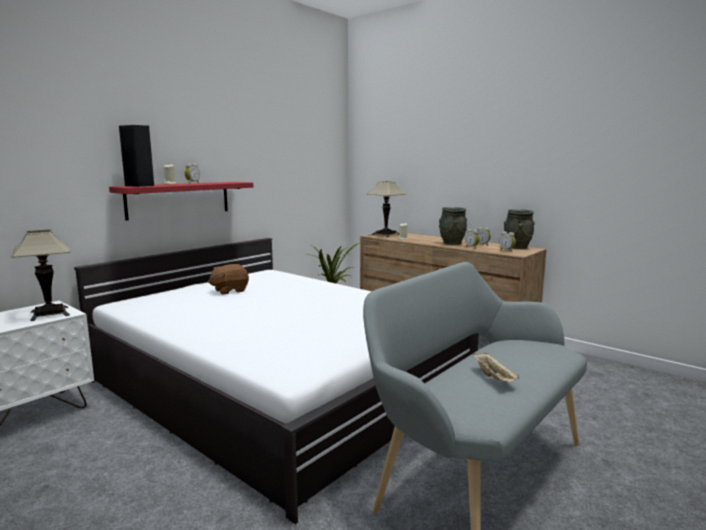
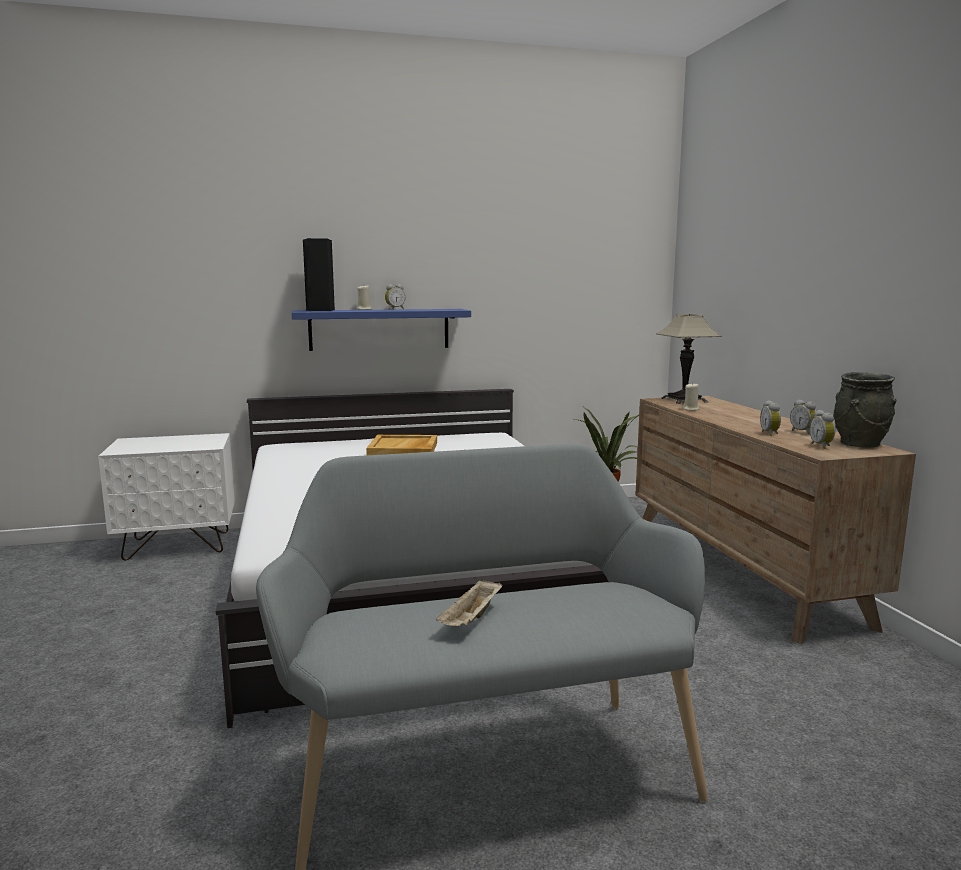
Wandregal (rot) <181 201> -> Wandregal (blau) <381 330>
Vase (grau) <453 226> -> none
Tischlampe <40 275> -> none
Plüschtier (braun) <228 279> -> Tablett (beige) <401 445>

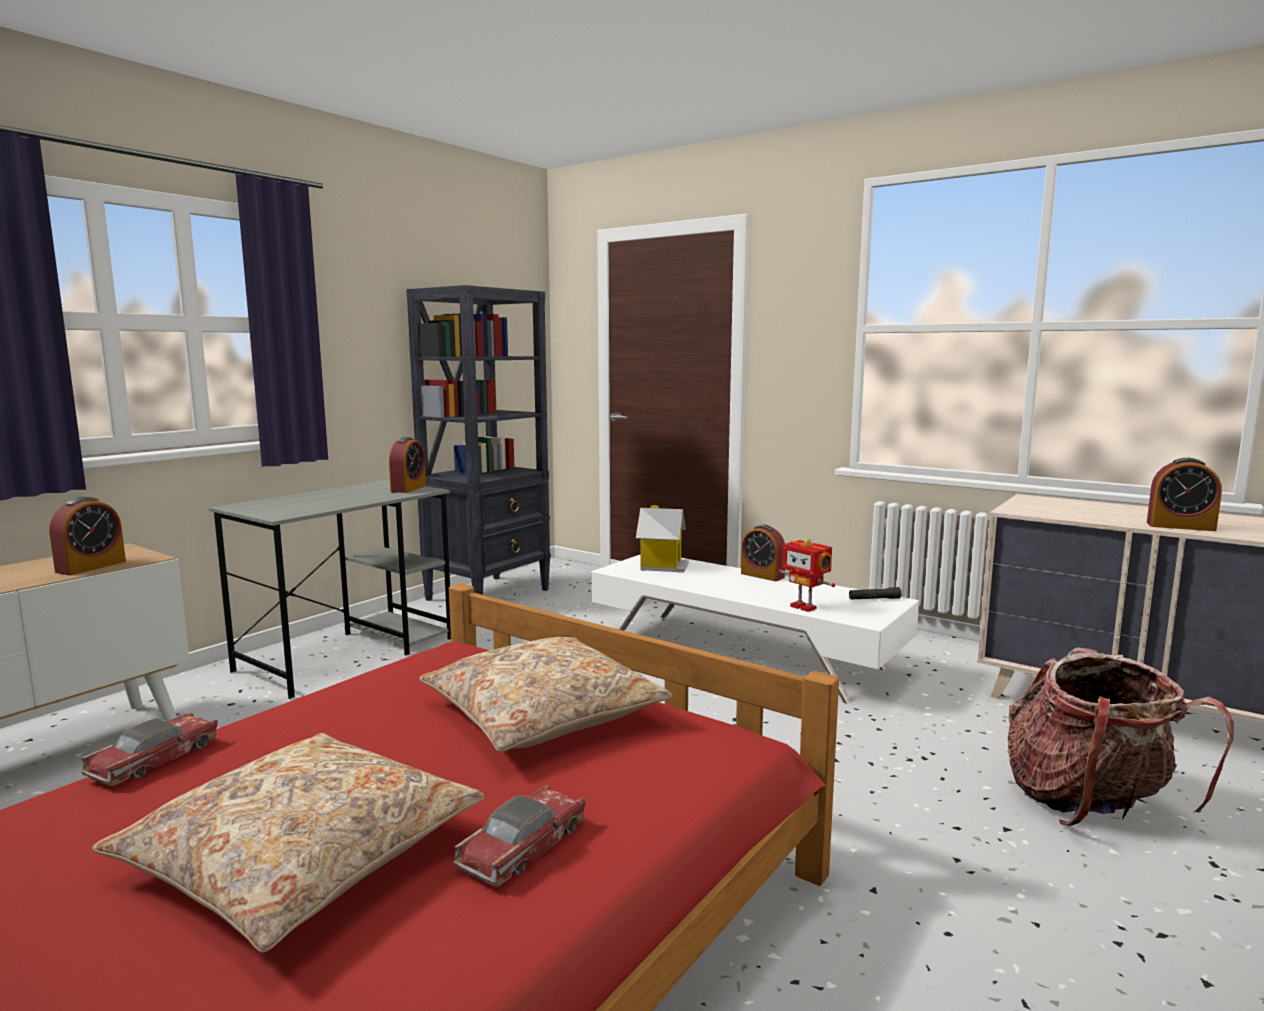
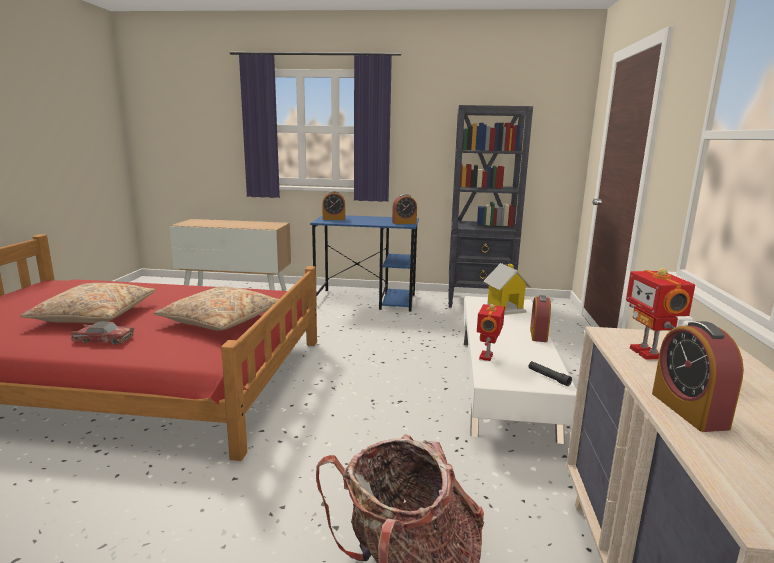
Schreibtisch (grau) <330 589> -> Schreibtisch (blau) <364 263>
Wecker <87 536> -> Wecker <333 205>, move
Spielzeugauto <149 749> -> none
none -> Spielzeugroboter <660 314>

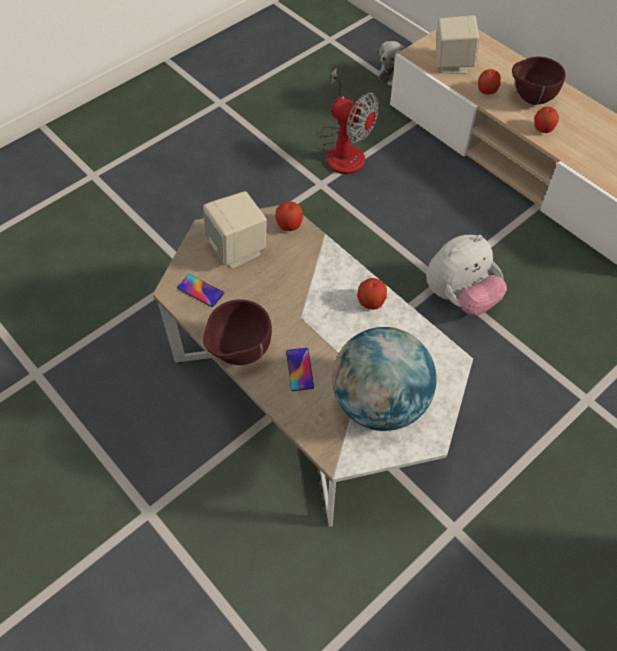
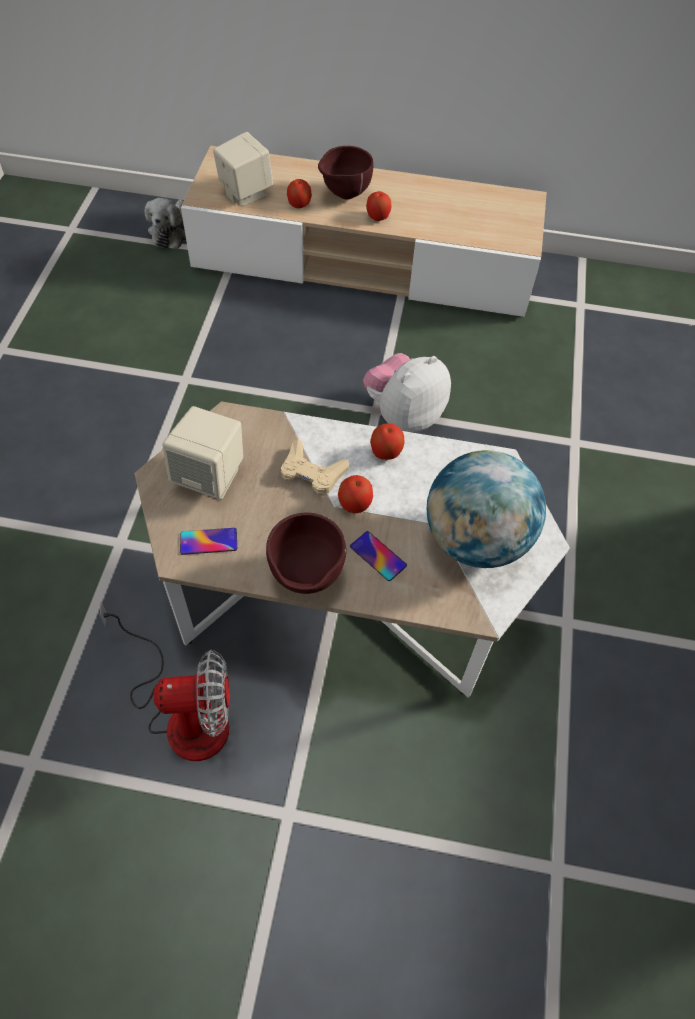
Ventilator <350 121> -> Ventilator <164 681>, move
Apfel <289 216> -> Apfel <355 494>, move
Plüschtier <466 275> -> Plüschtier <407 392>, 150 degrees counterclockwise
none -> Gamepad (beige) <315 467>

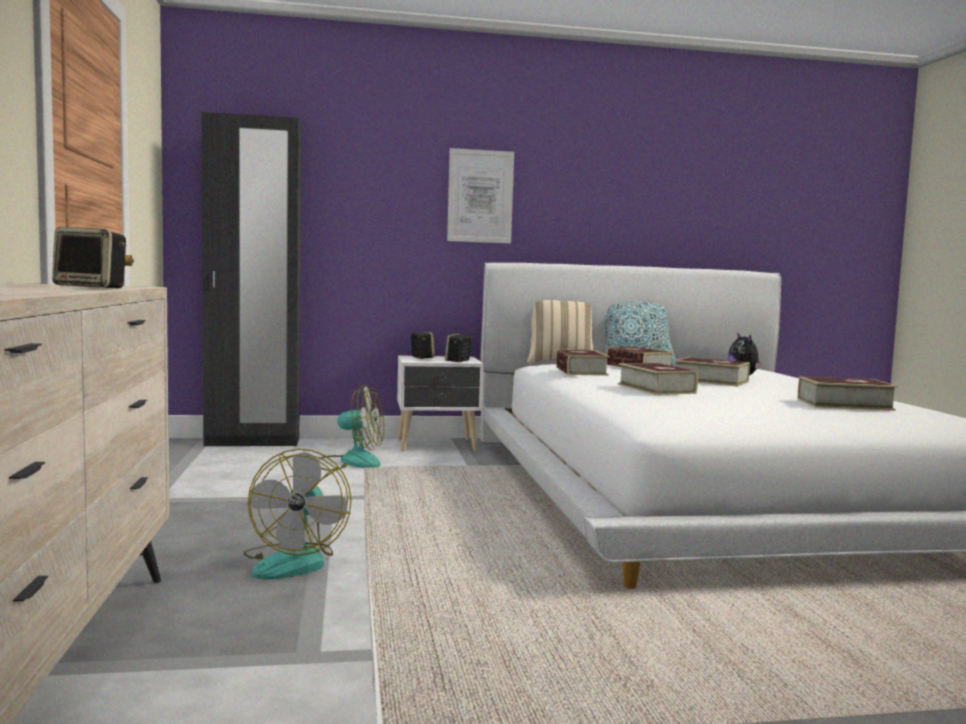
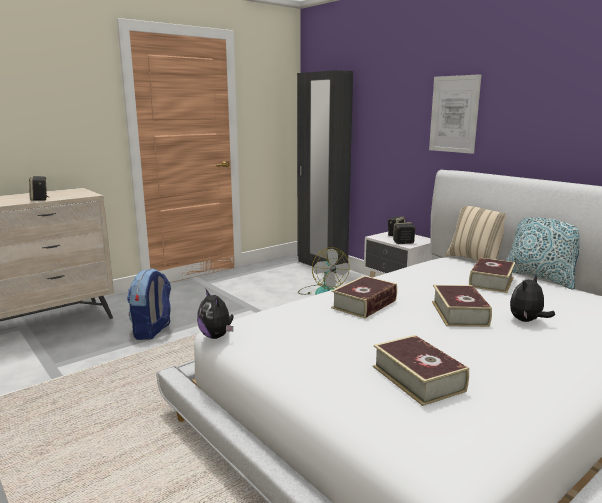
Buch <583 362> -> none
Ventilator <297 514> -> Rucksack <149 304>
none -> Plüschtier <215 313>

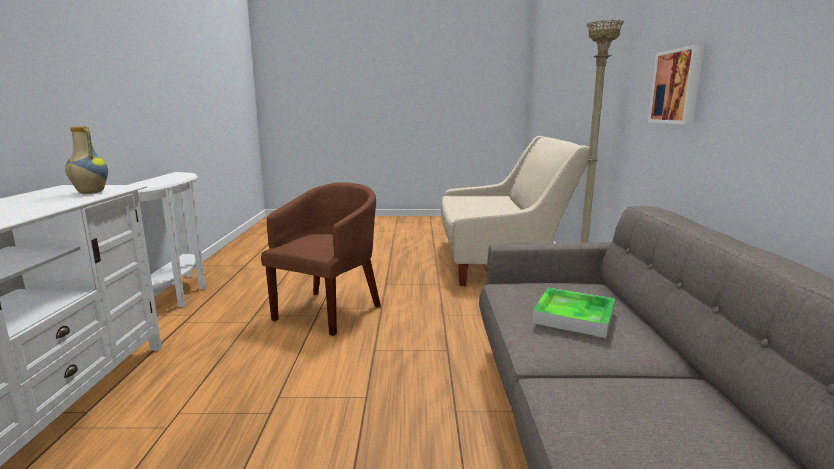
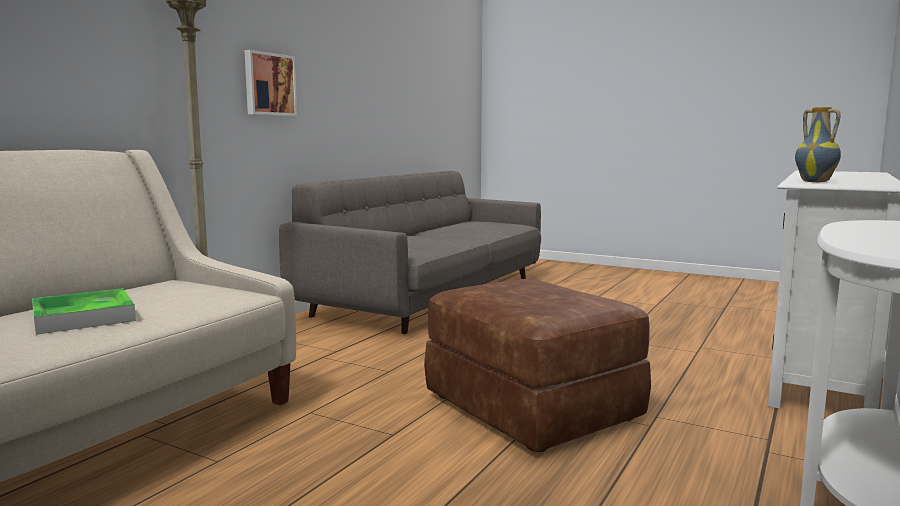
Sessel (braun) <321 259> -> Polsterhocker (braun) <537 365>
Tablett <573 313> -> Tablett <84 311>, move

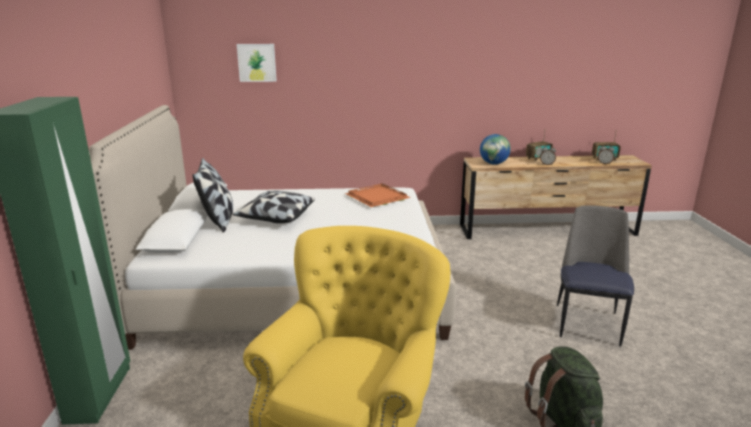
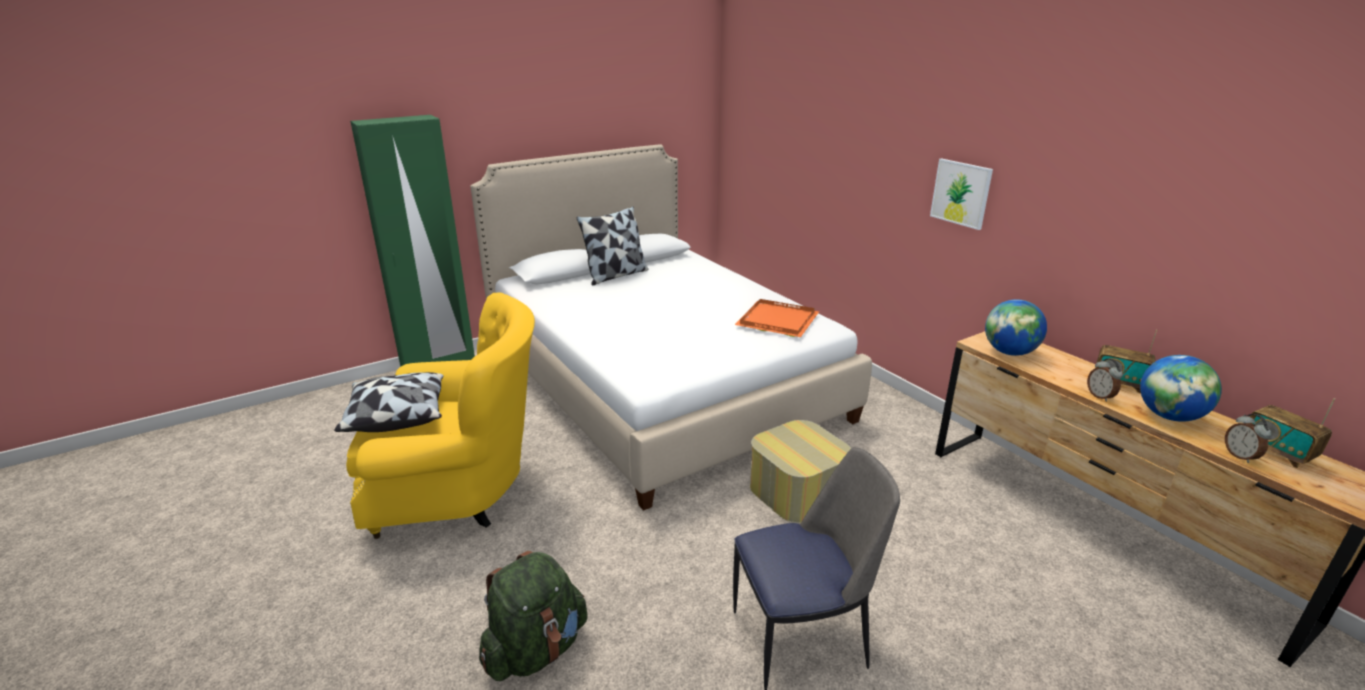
Bild <257 63> -> Bild <961 194>, move
Kissen <274 207> -> Kissen <388 402>, move
none -> Globus <1181 388>
none -> Polsterhocker <800 471>

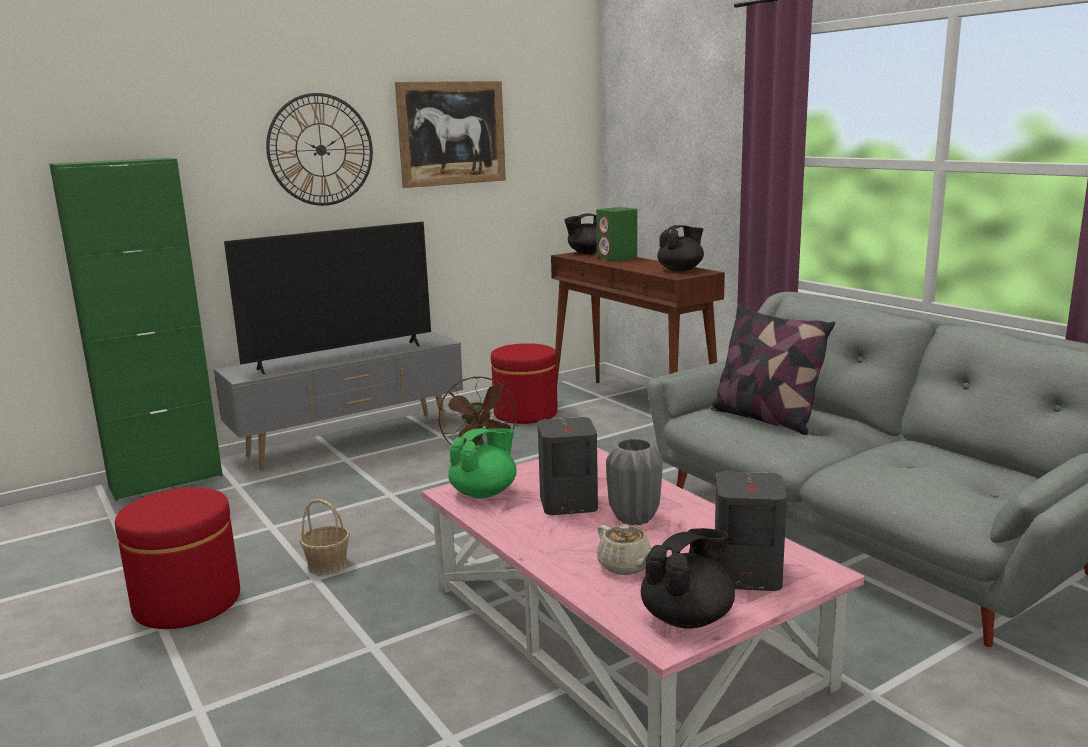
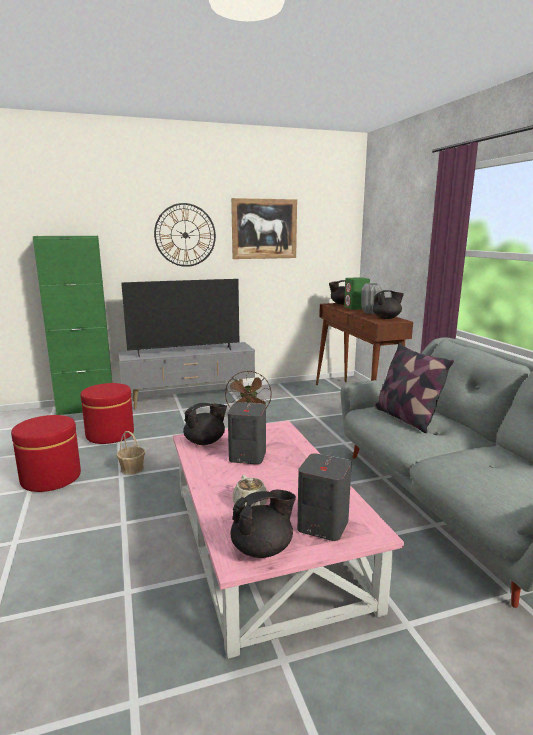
Polsterhocker (rot) <524 383> -> Polsterhocker (rot) <107 413>, move
Teekanne (grün) <482 463> -> Teekanne (schwarz) <205 424>
Vase (grau) <634 481> -> Vase (grau) <372 298>, move

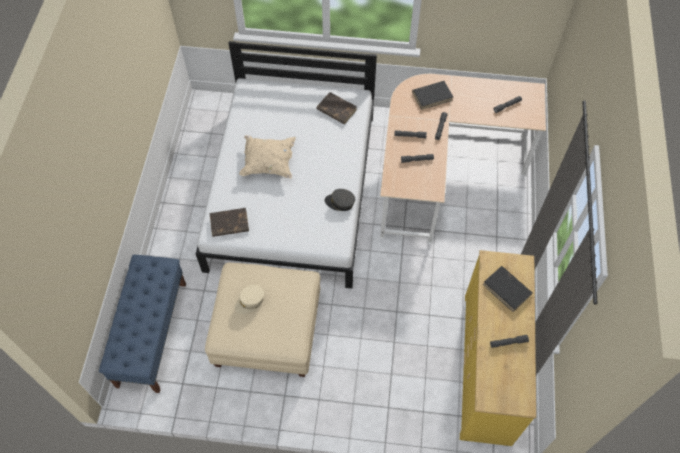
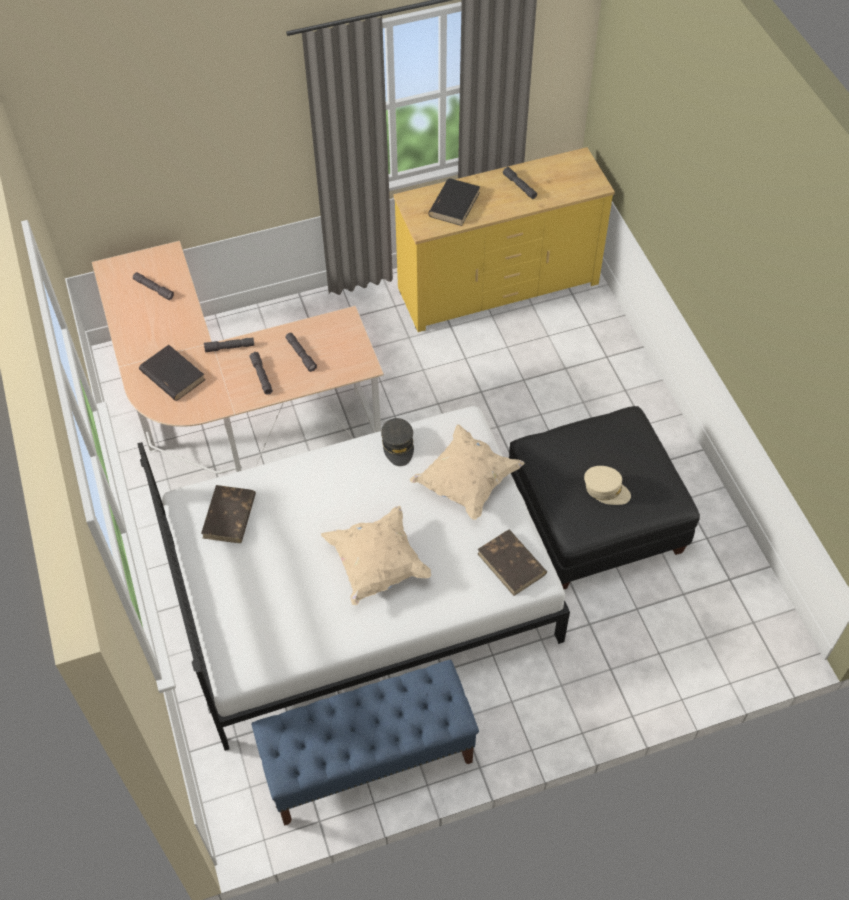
Bank (blau) <142 324> -> Bank (blau) <365 743>, move
Polsterhocker (beige) <262 320> -> Polsterhocker (schwarz) <604 497>
none -> Kissen (beige) <467 472>

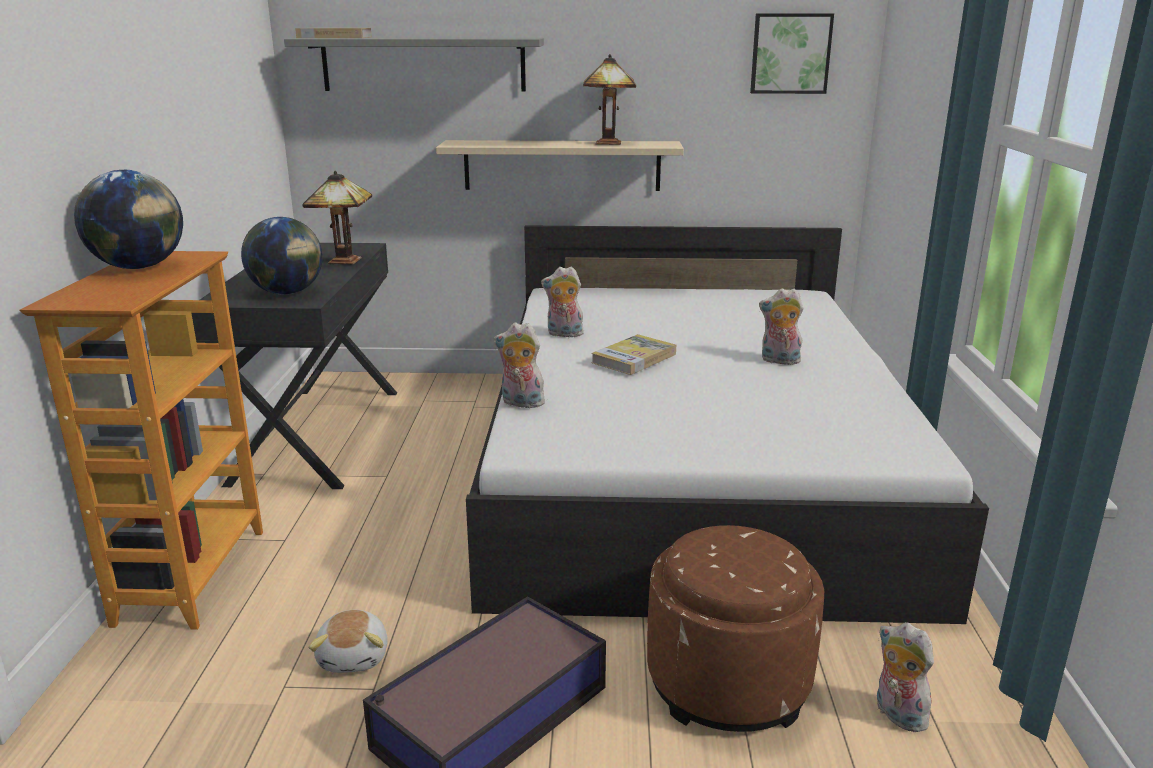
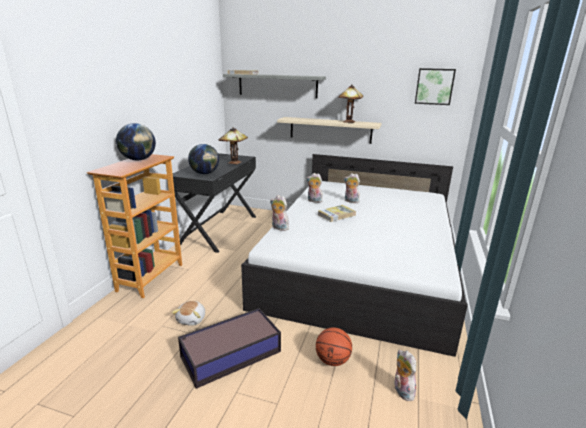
Plüschtier <781 326> -> Plüschtier <352 188>, move
Polsterhocker (braun) <735 628> -> Basketball <334 346>

